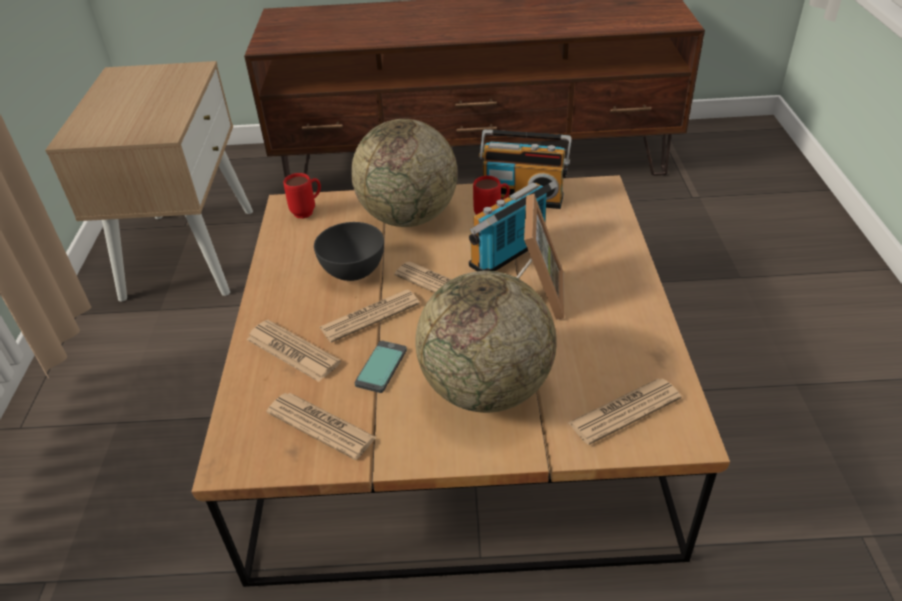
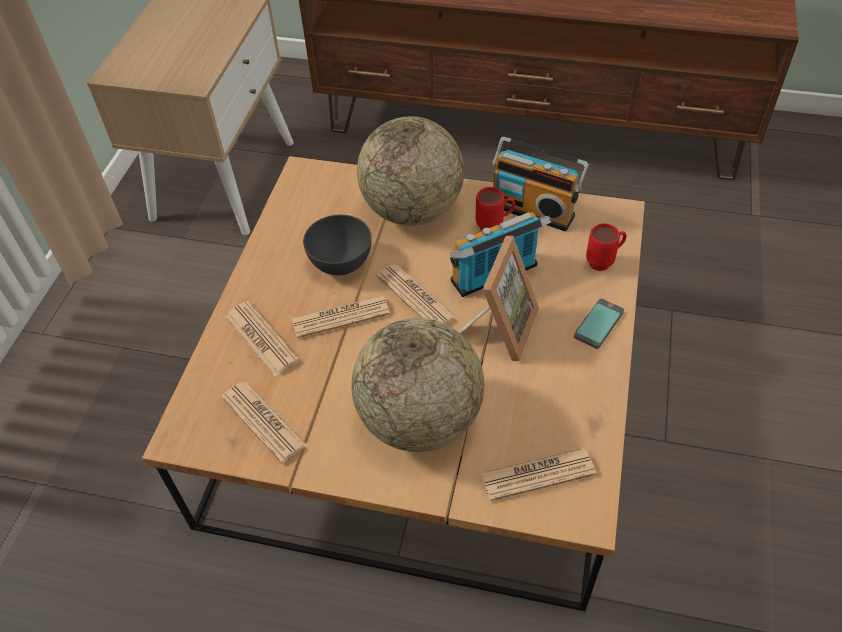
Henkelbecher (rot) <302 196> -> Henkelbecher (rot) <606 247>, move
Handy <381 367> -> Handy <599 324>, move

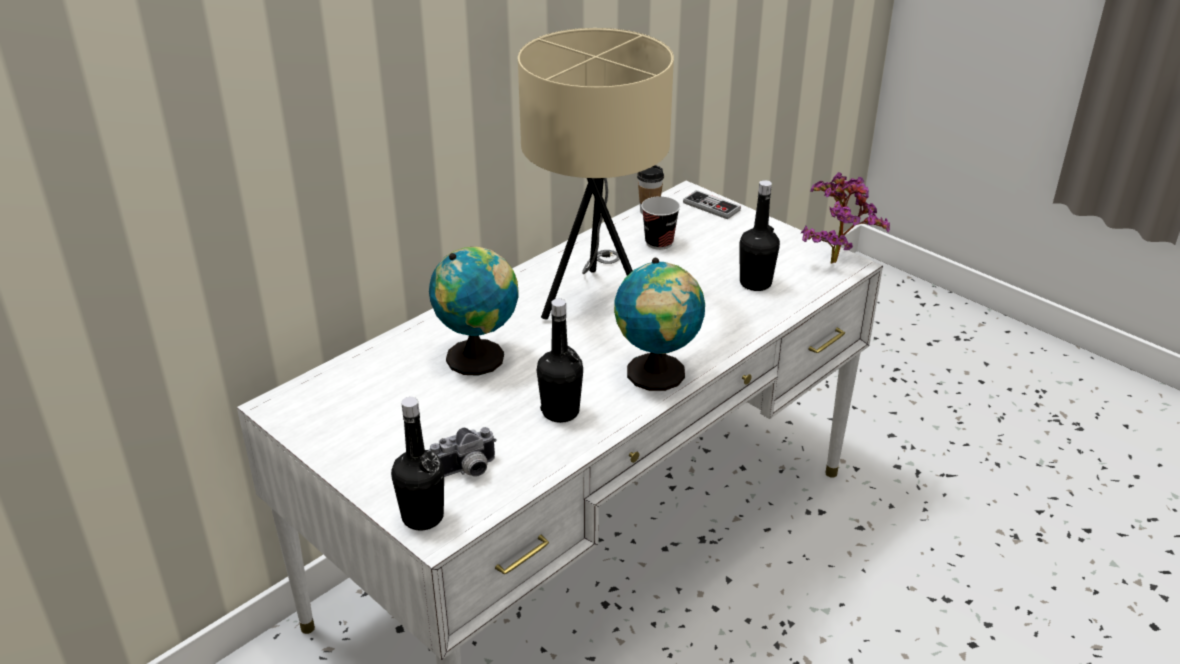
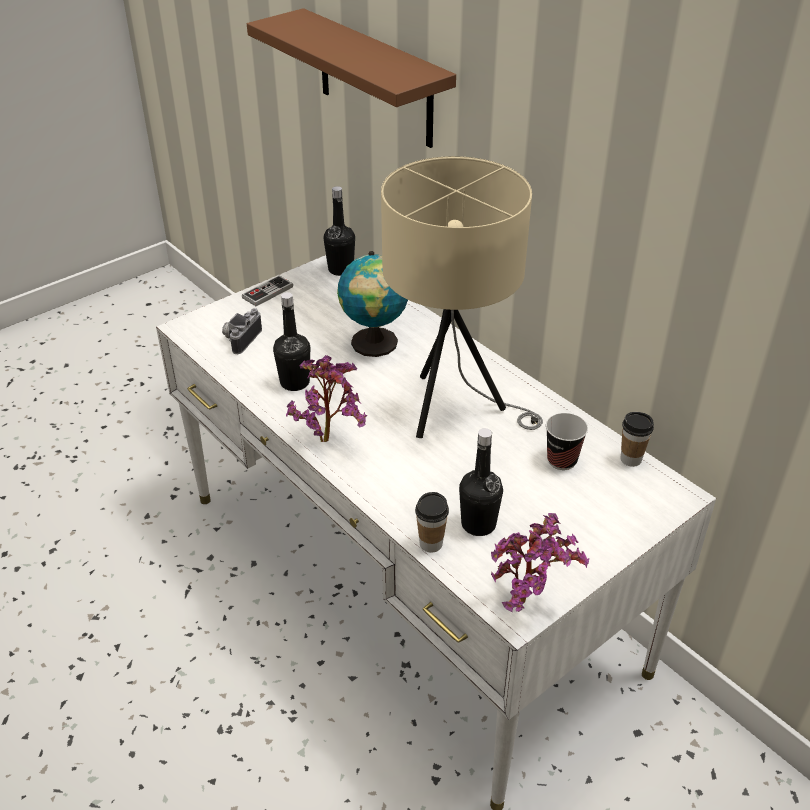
Gamepad <712 204> -> Gamepad <267 291>, move
Globus <659 324> -> Topfpflanze <327 398>
Flasche (schwarz) <417 463> -> Flasche (schwarz) <339 231>, move
Kamera <462 452> -> Kamera <242 331>, 45 degrees clockwise
none -> Wandregal (braun) <351 78>
none -> Tasse <432 522>

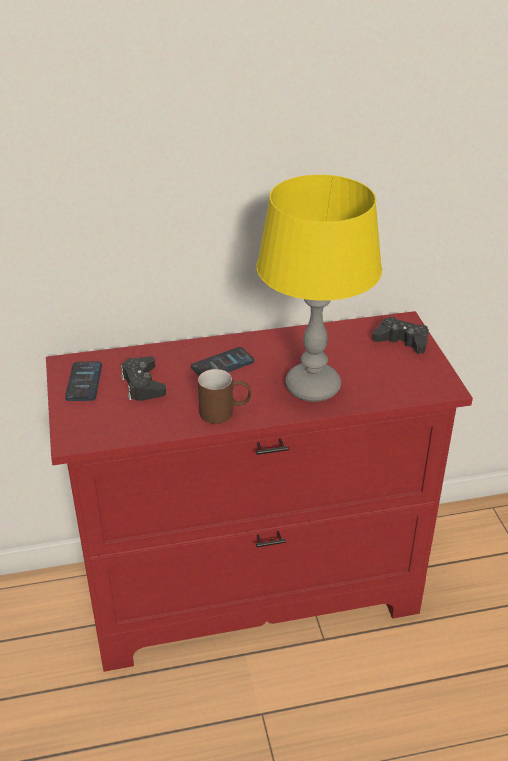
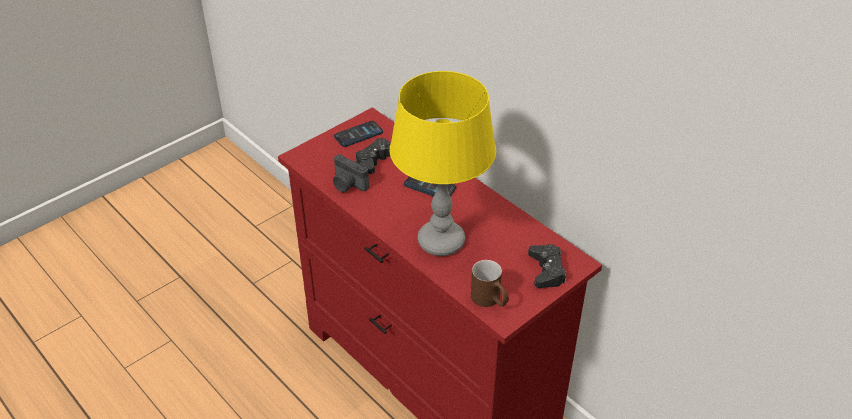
Henkelbecher (braun) <224 396> -> Henkelbecher (braun) <490 283>, move
none -> Kamera <351 173>

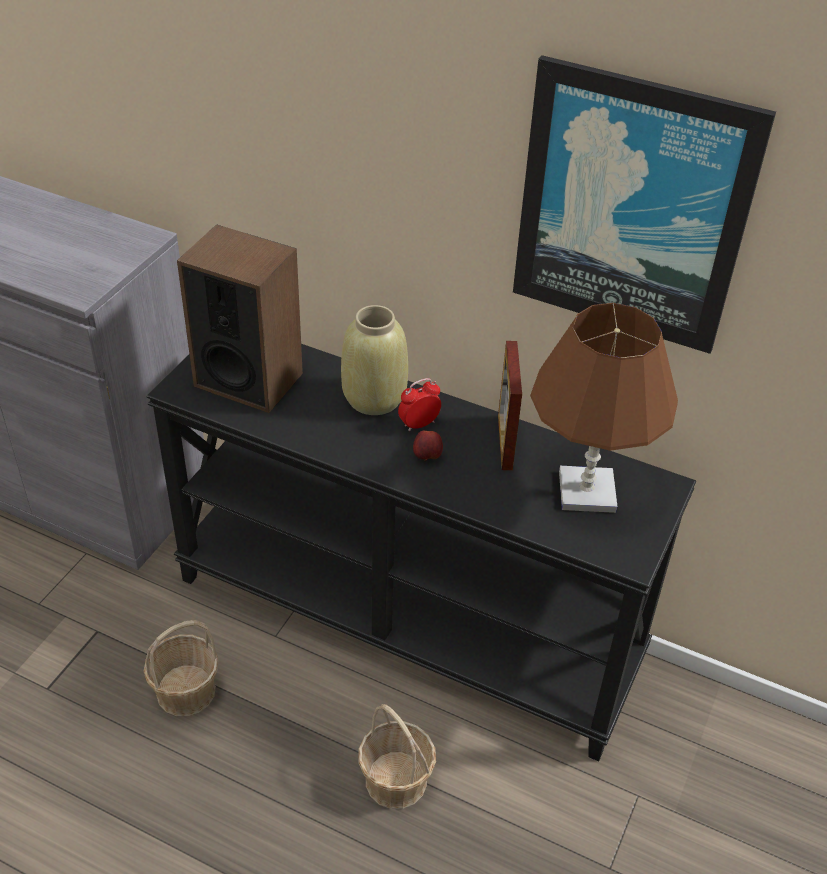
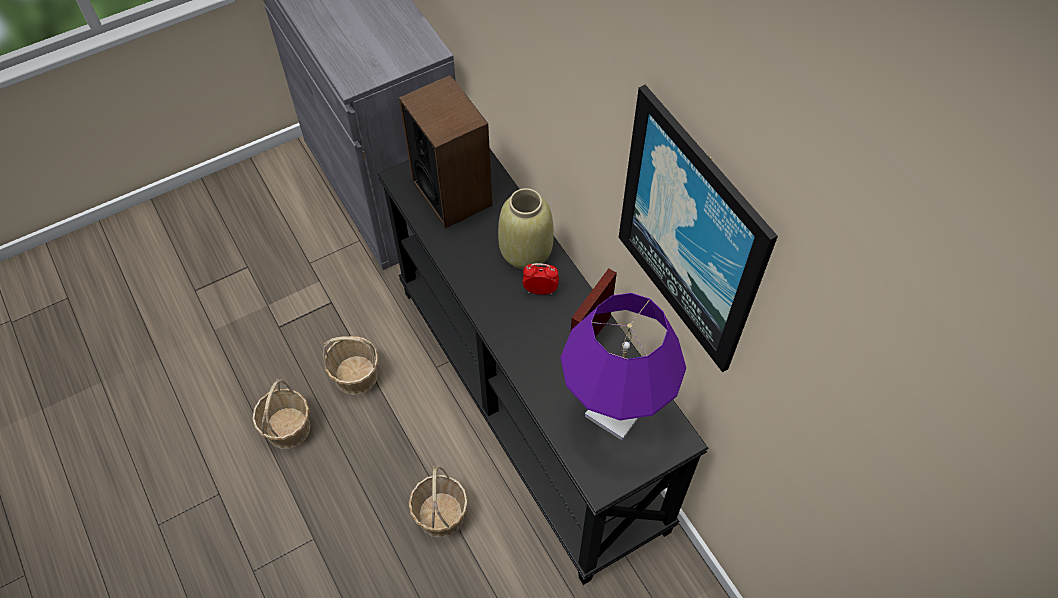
Tischlampe (braun) <604 408> -> Tischlampe (lila) <623 367>
Apfel <428 445> -> none
none -> Korb <281 414>

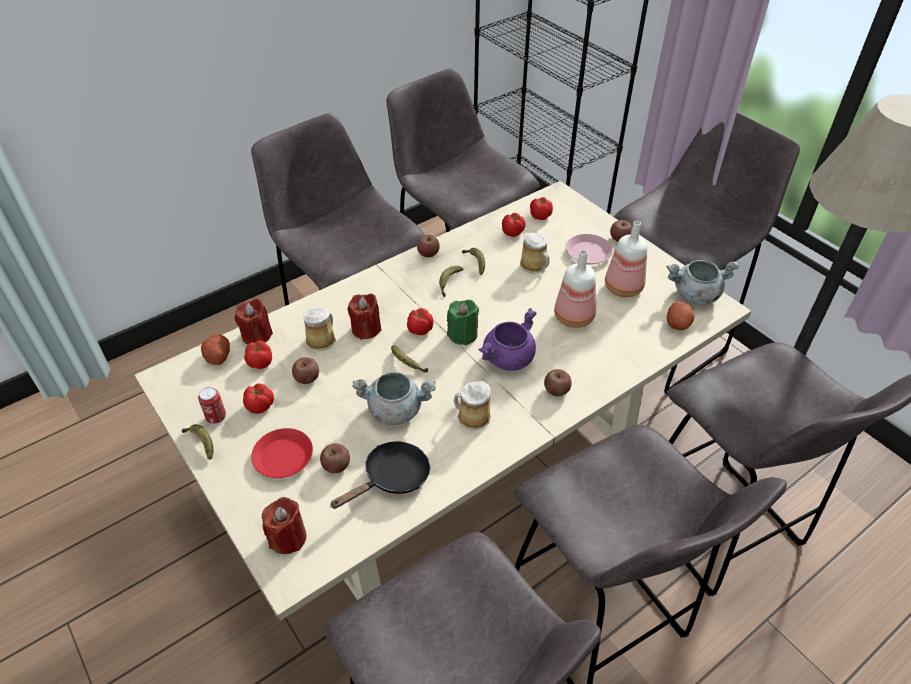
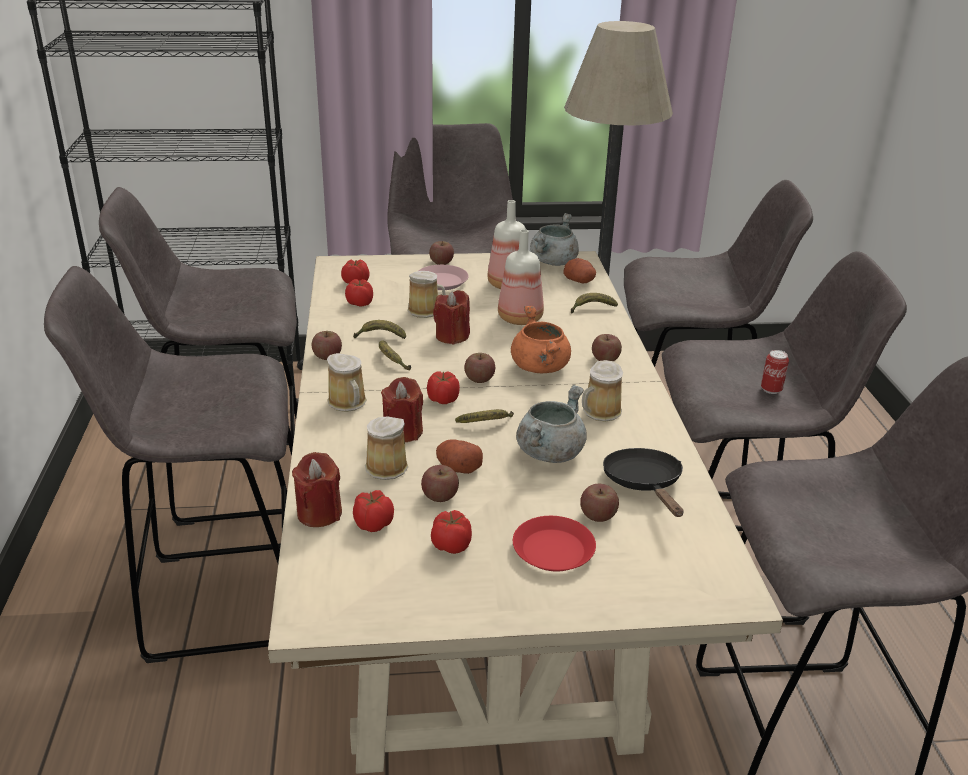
Kerze (grün) <463 322> -> Apfel <479 368>
Kochtopf (lila) <507 339> -> Kochtopf (orange) <541 339>
Kartoffel <215 349> -> Kartoffel <459 456>, move
Dose <212 405> -> Dose <775 372>, move
Banane <197 442> -> Banane <594 303>, move
Kerze (rot) <284 525> -> Kerze (rot) <451 317>, move
none -> Henkelbecher <347 382>

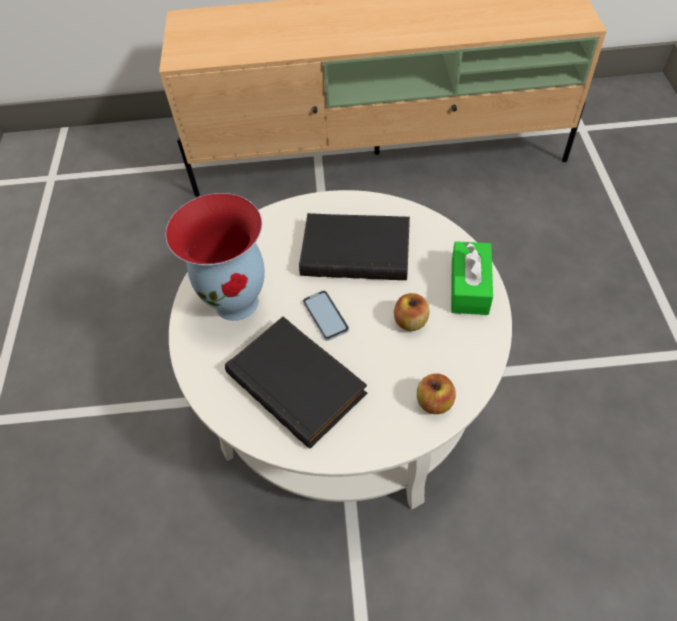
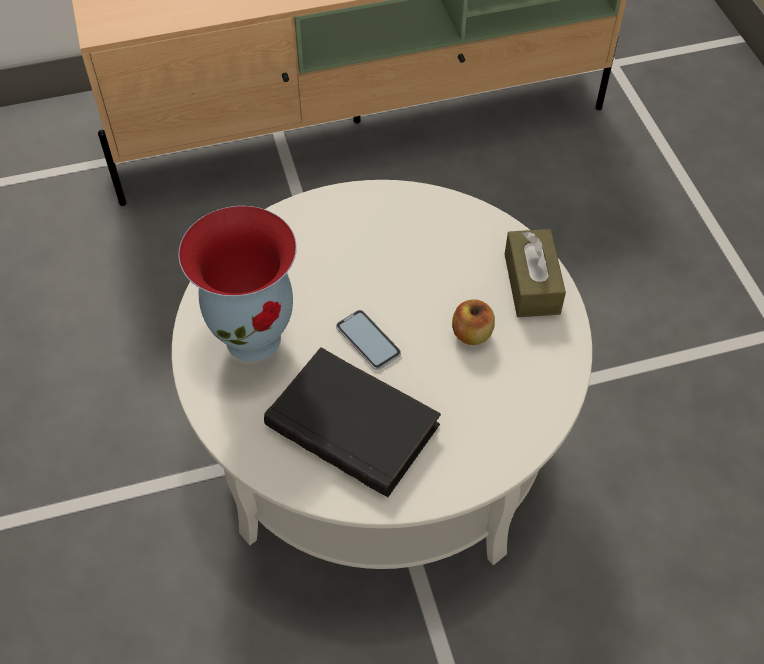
Buch (schwarz) <354 246> -> none
Taschentuchbox (grün) <472 278> -> Taschentuchbox (braun) <535 273>
Apfel <436 393> -> none

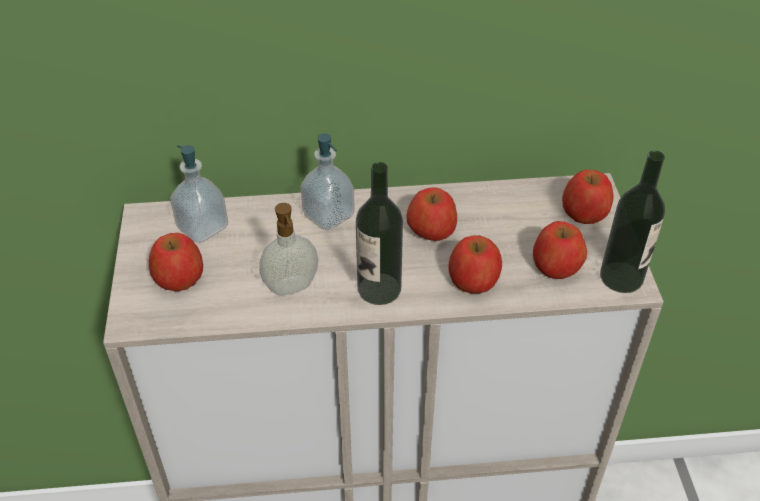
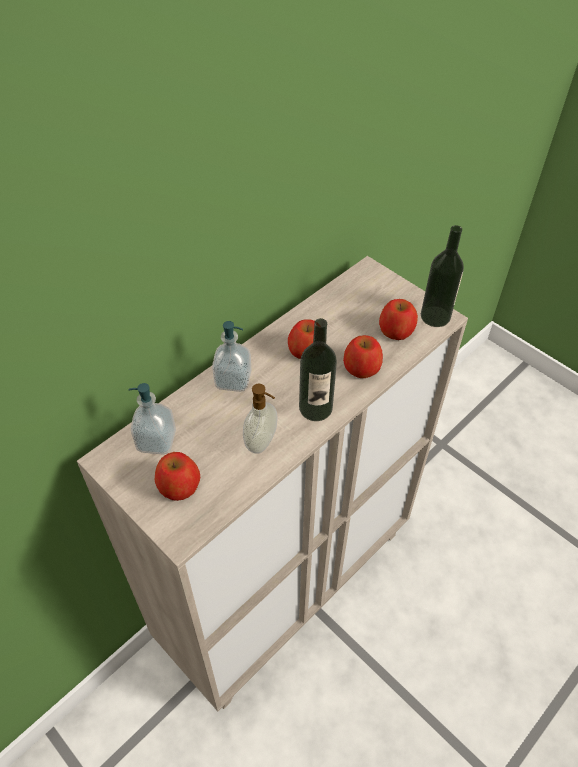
Apfel <587 197> -> none

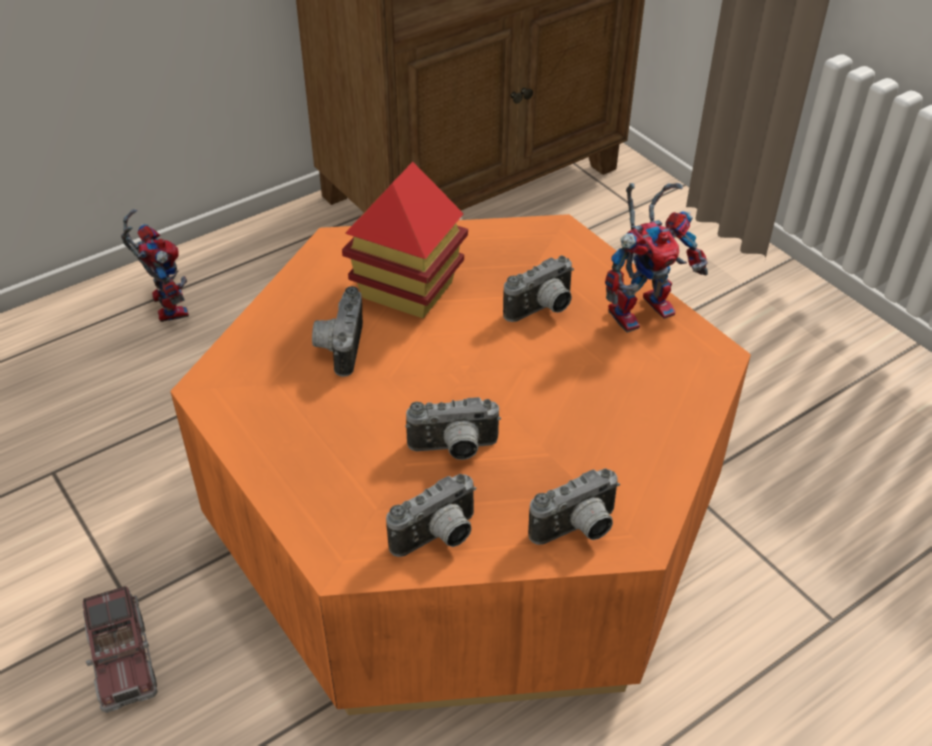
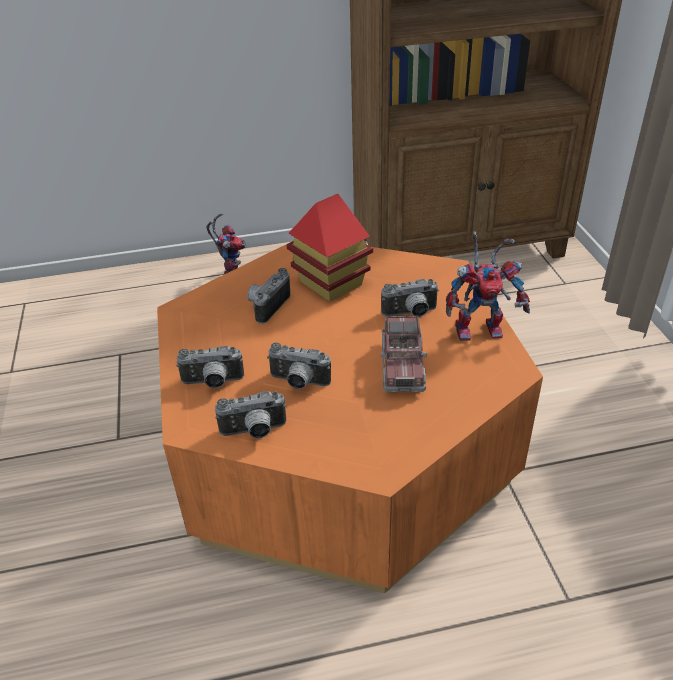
Kamera <574 506> -> Kamera <210 367>, move
Spielzeuglaster <120 649> -> Spielzeuglaster <404 353>, move

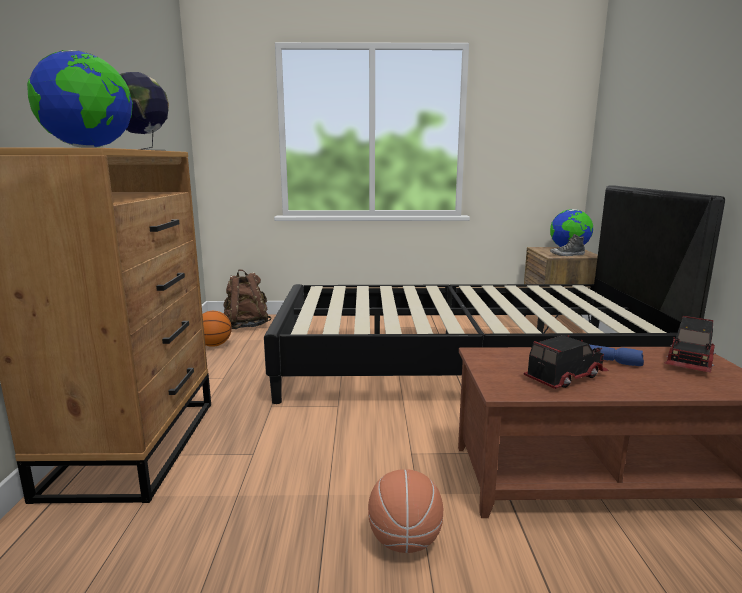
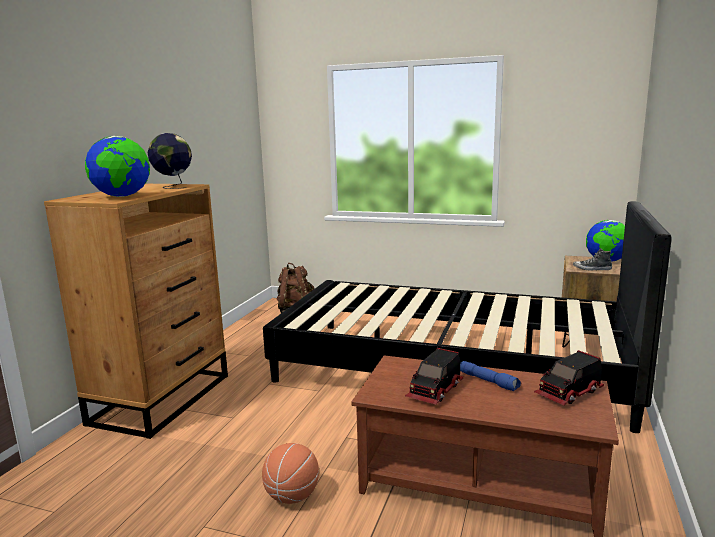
Basketball <217 329> -> none
Spielzeuglaster <566 362> -> Spielzeuglaster <434 376>, 135 degrees clockwise

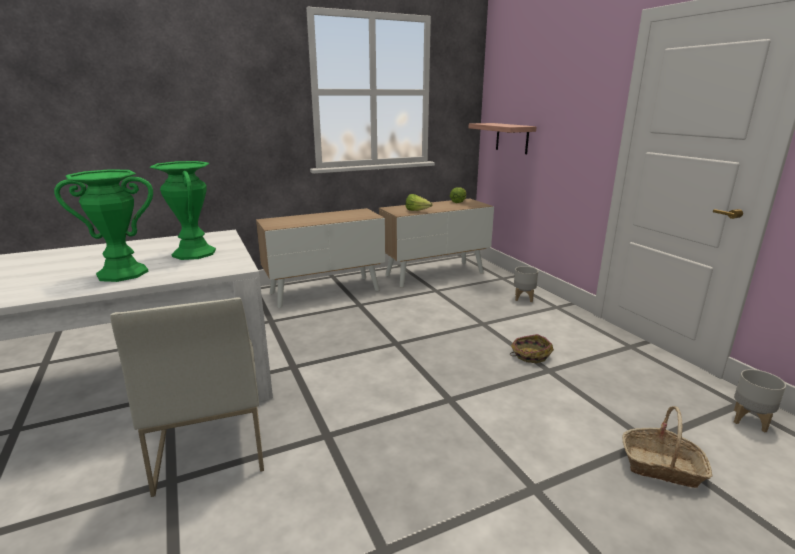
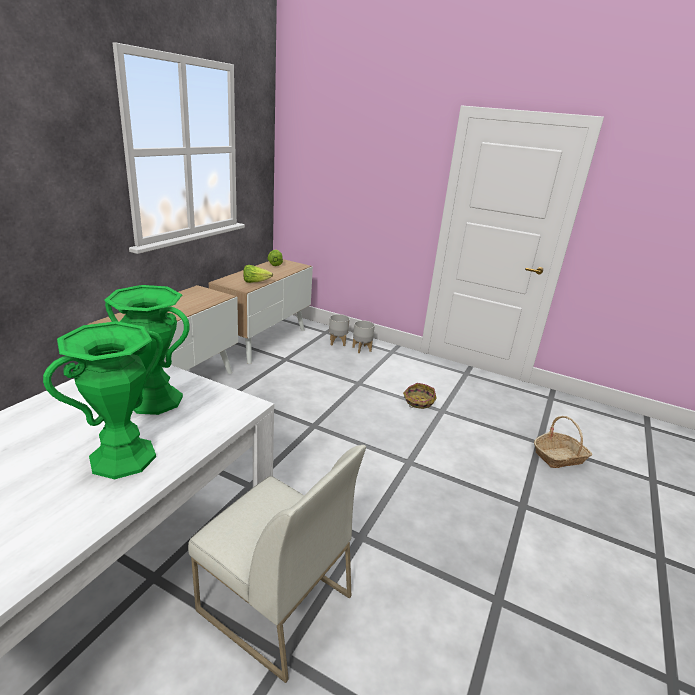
Wandregal <503 138> -> none
Pflanzkübel (grau) <760 401> -> Pflanzkübel (grau) <339 330>, move

